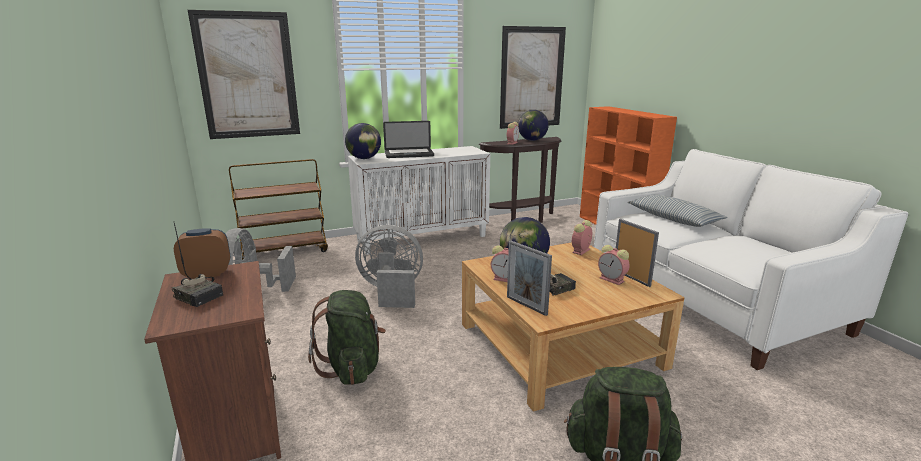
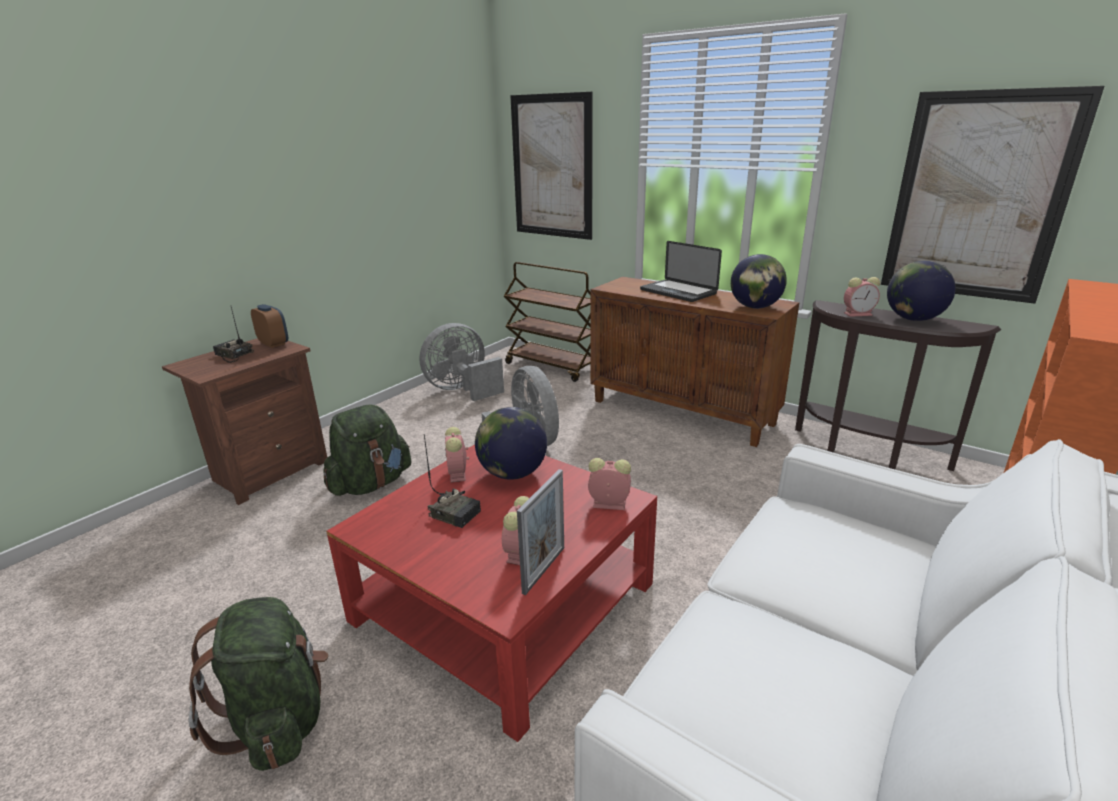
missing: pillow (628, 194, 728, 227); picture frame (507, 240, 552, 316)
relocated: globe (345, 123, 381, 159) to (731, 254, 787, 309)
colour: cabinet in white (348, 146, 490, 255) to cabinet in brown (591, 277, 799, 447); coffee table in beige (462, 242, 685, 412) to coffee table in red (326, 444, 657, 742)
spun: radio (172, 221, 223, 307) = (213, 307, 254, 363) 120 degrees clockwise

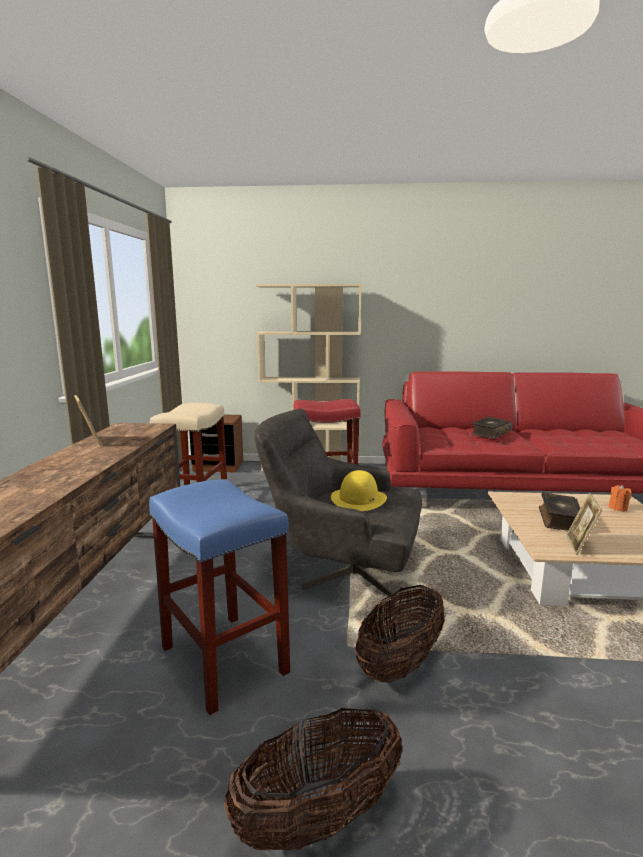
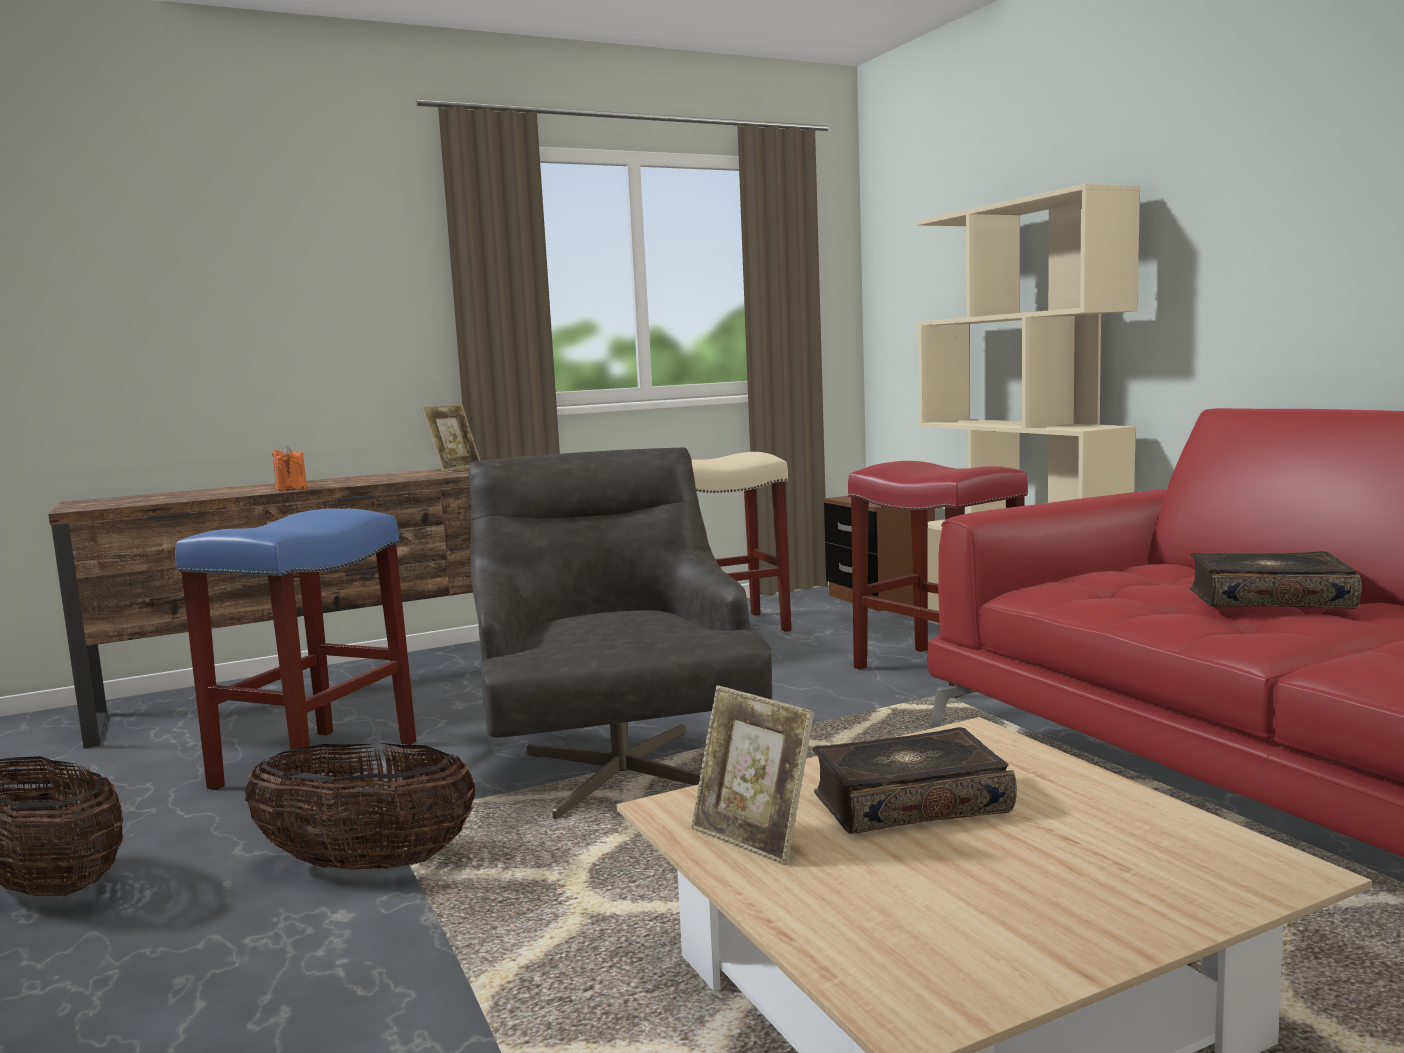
missing: hat in yellow (331, 470, 387, 511)
relocated: candle in orange (609, 485, 632, 511) to (272, 446, 307, 491)
spun: picture frame (566, 493, 603, 555) = (691, 685, 814, 865) 120 degrees counterclockwise

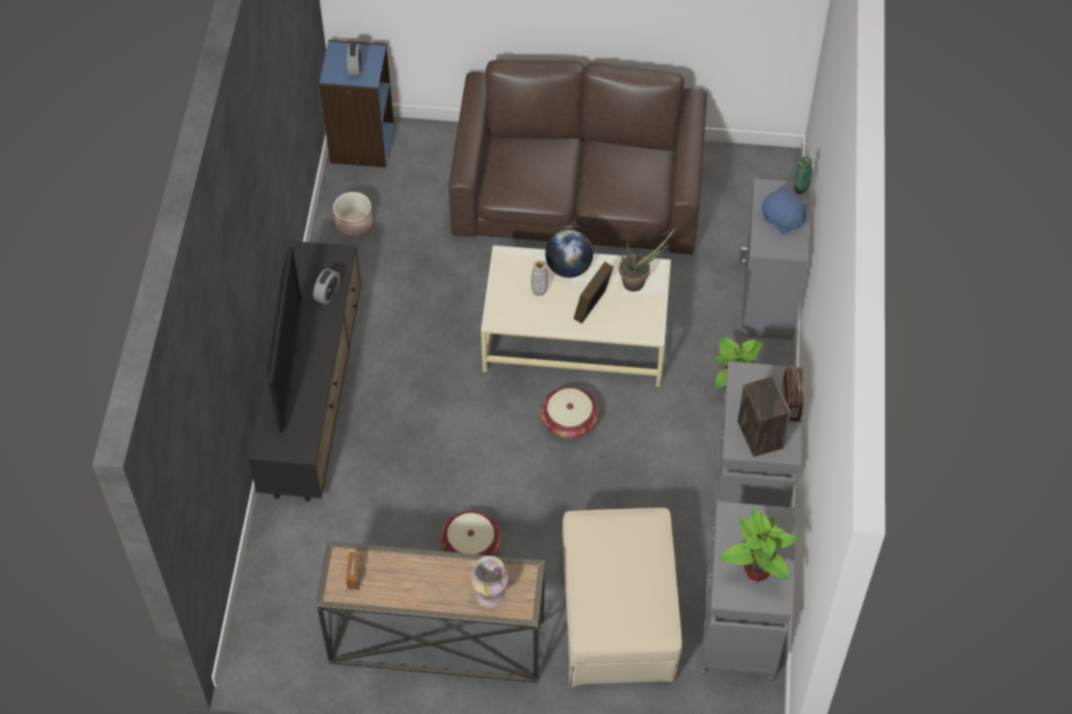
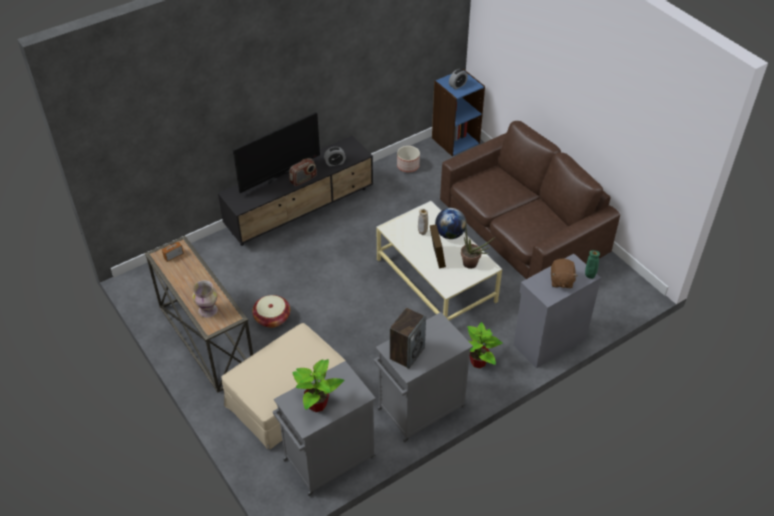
missing: basket (541, 387, 599, 439)
relocated: radio (783, 365, 804, 422) to (289, 158, 317, 186)
colour: plush toy in blue (762, 189, 808, 234) to plush toy in brown (551, 259, 578, 288)
spun: picture frame (573, 262, 613, 324) = (430, 224, 446, 268) 90 degrees clockwise

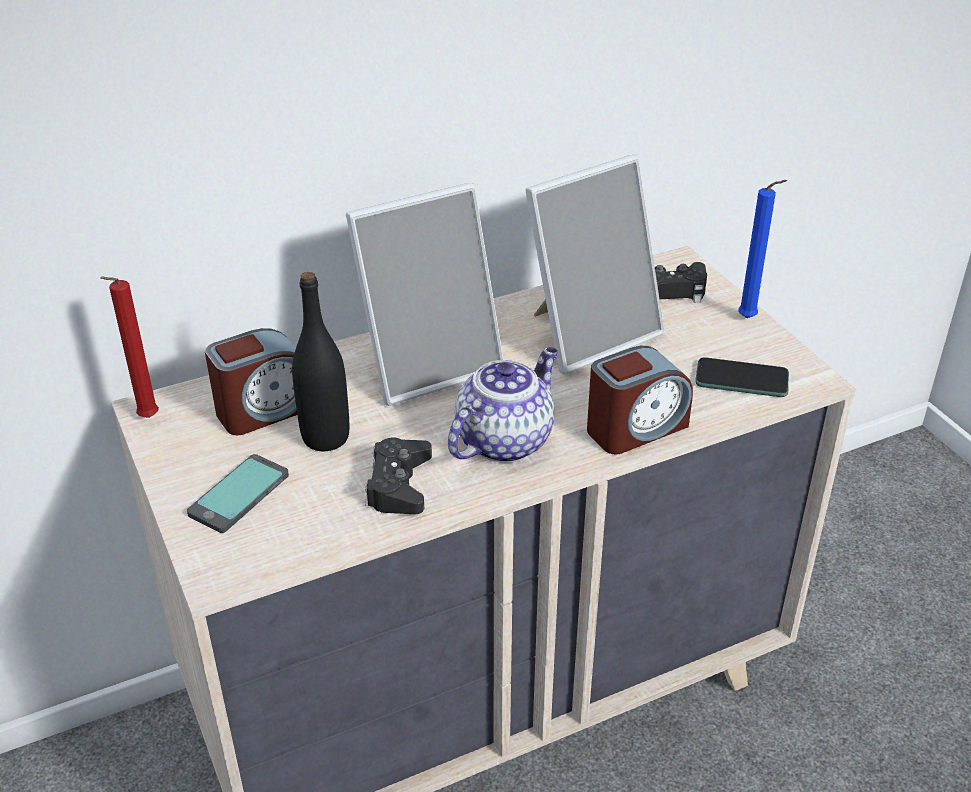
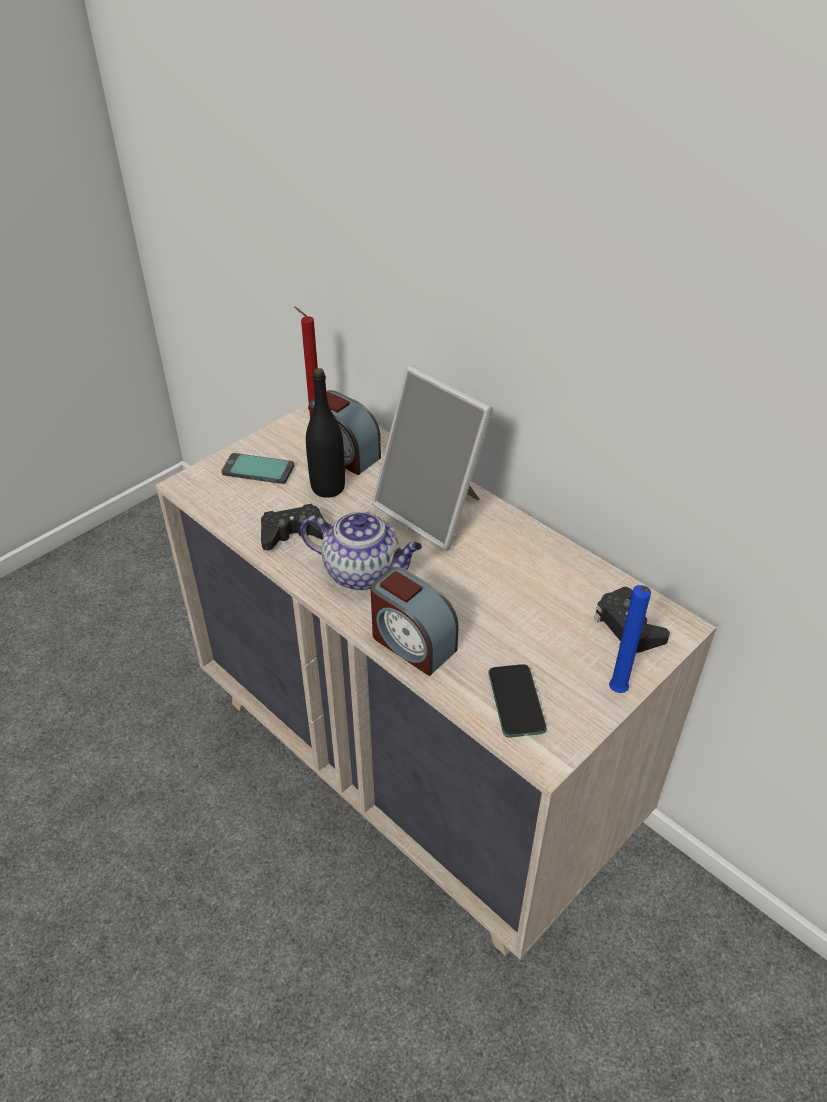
missing: picture frame (525, 155, 664, 375)

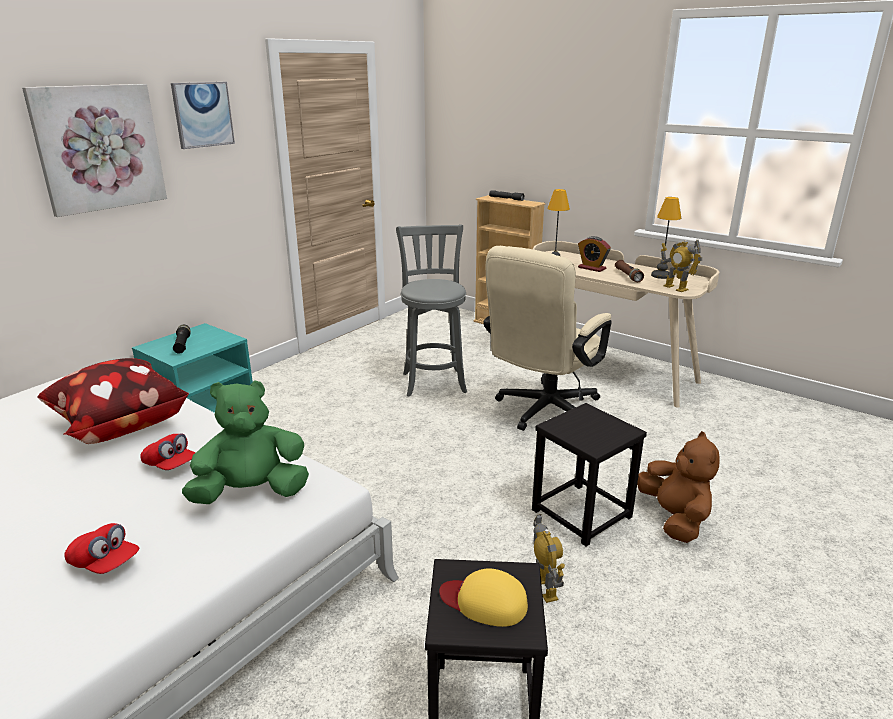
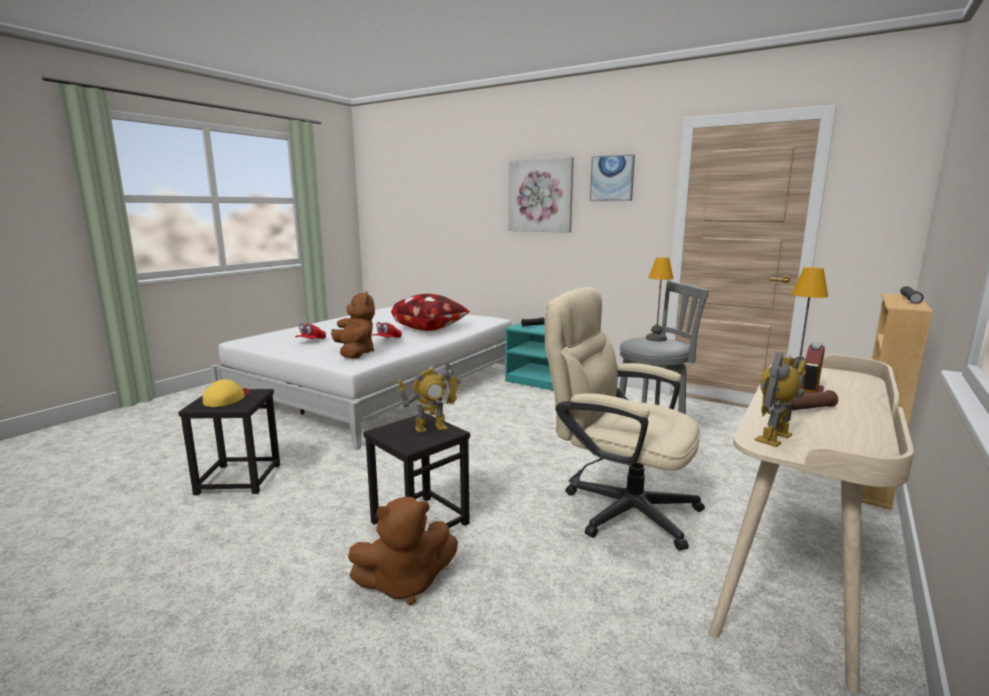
relocated: table lamp (651, 197, 682, 279) to (646, 257, 674, 341); toy robot (533, 514, 565, 603) to (398, 361, 461, 432)
colour: plush toy in green (182, 380, 309, 504) to plush toy in brown (331, 291, 375, 359)

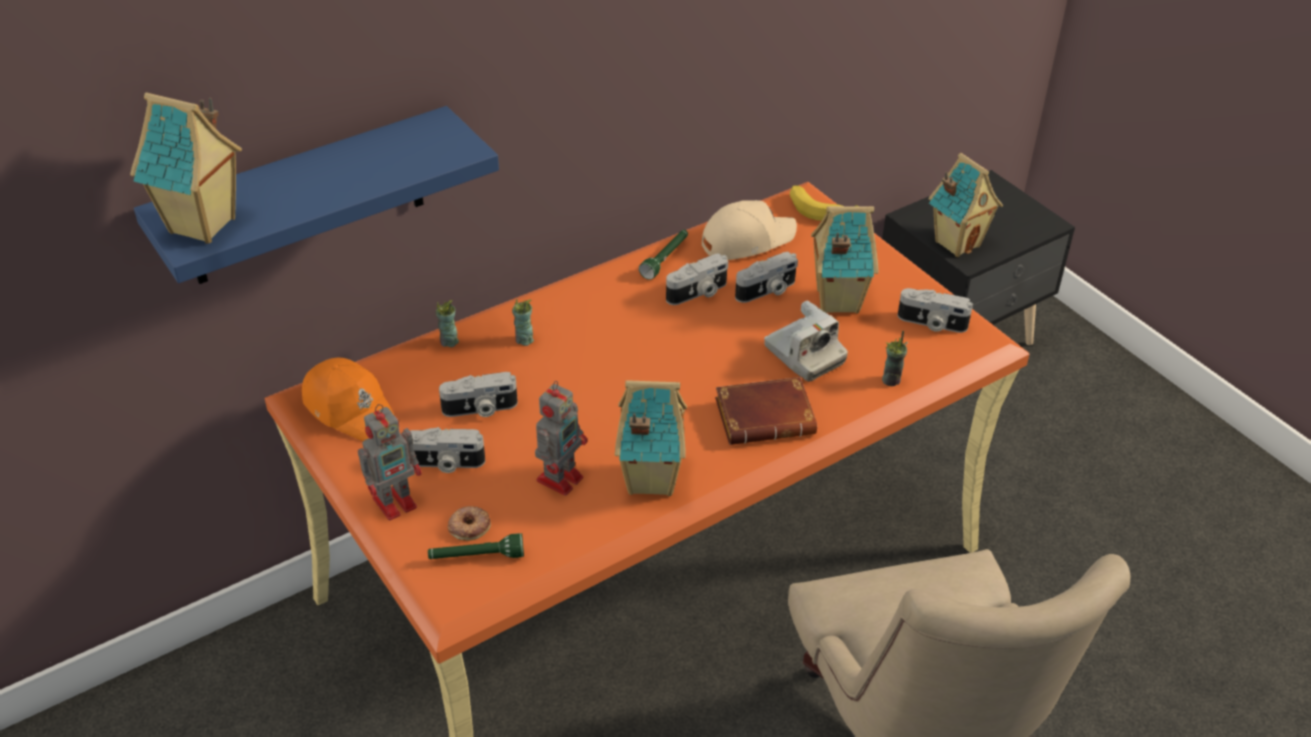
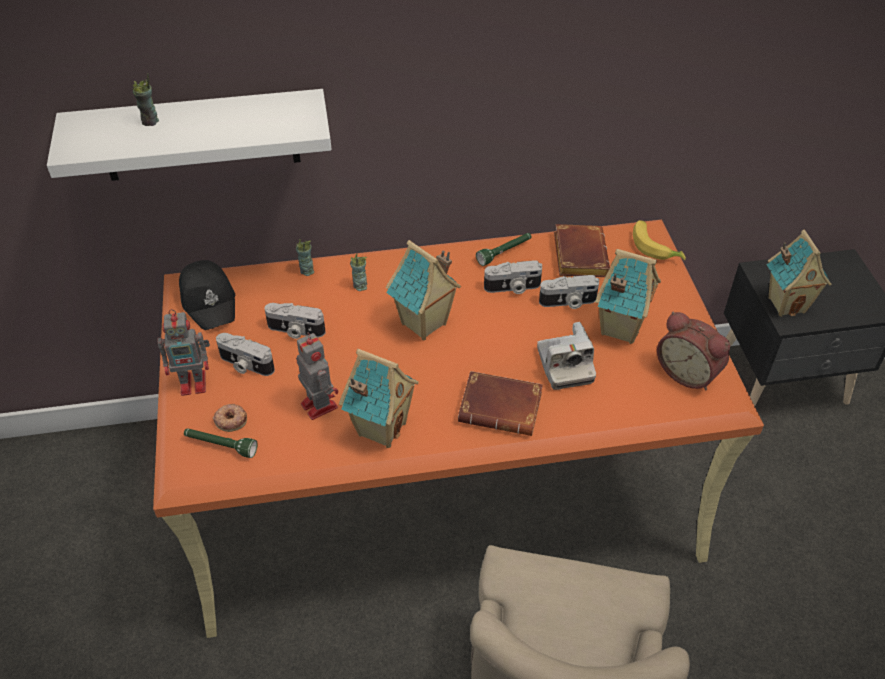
relocated: toy house (130, 92, 242, 244) to (386, 240, 461, 340); cup (882, 331, 908, 386) to (132, 73, 159, 126)
exchanged: cap in beige (702, 200, 797, 260) to book in brown (554, 224, 610, 277); photo camera (897, 288, 973, 333) to alarm clock (657, 312, 730, 390)
colour: shelf in blue (134, 106, 499, 284) to shelf in white (47, 89, 332, 181); cap in orange (302, 358, 395, 441) to cap in black (179, 260, 235, 330)
spun: toy robot (535, 381, 588, 496) = (296, 332, 338, 420) 90 degrees counterclockwise

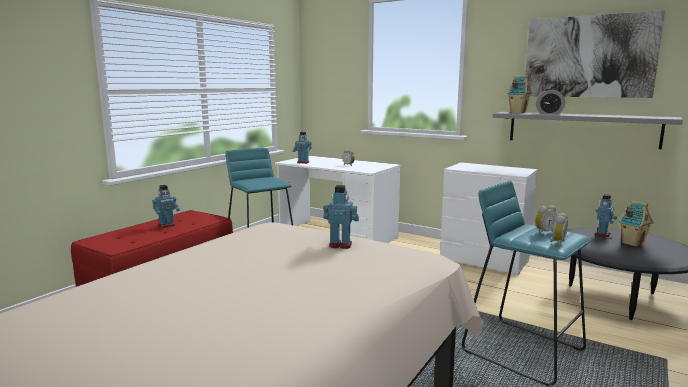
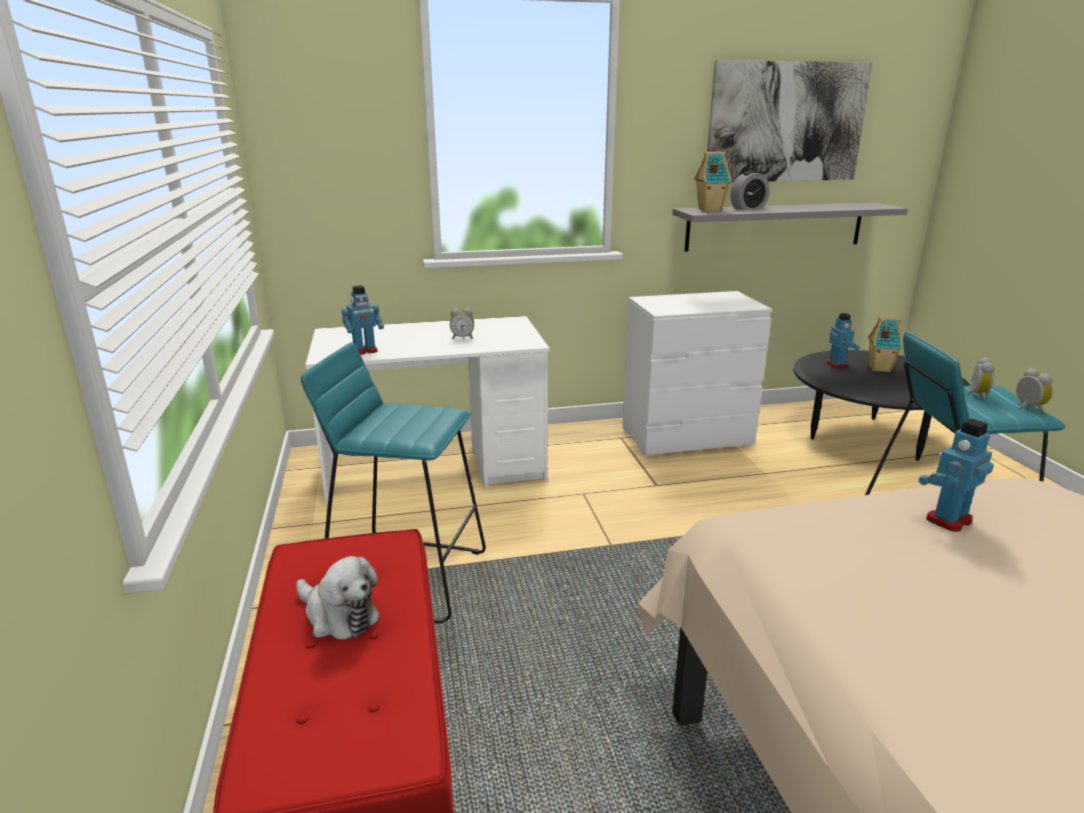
exchanged: toy robot (152, 185, 180, 228) to plush toy (296, 556, 380, 640)

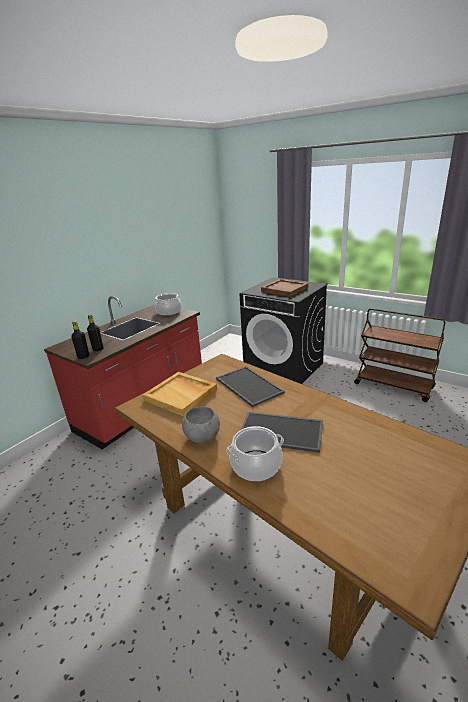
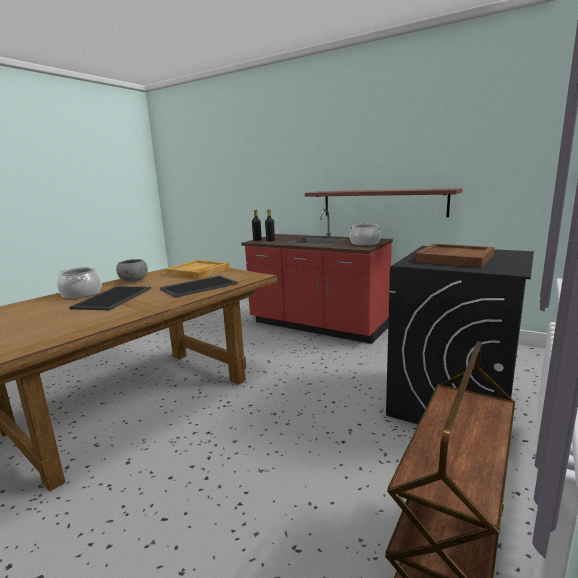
appeared: shelf (305, 188, 462, 217)

